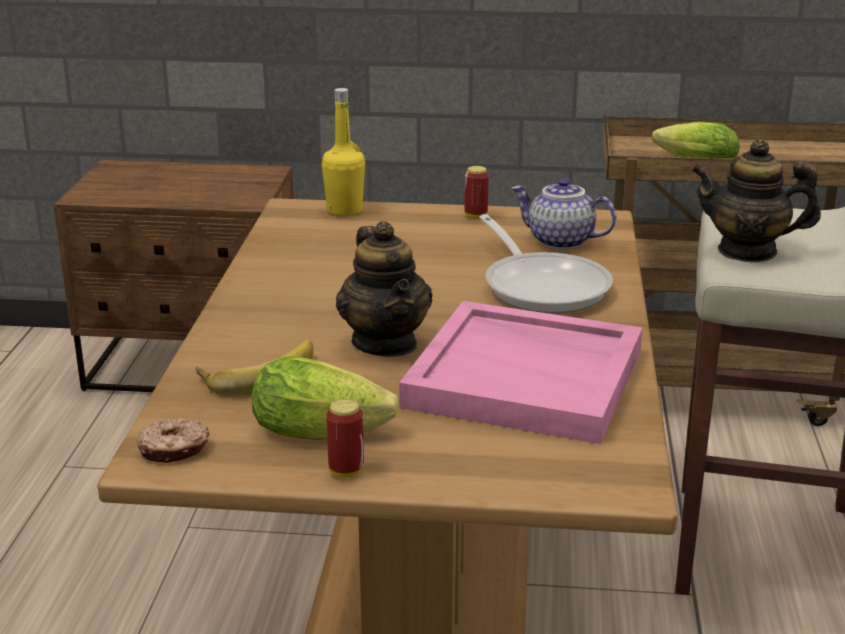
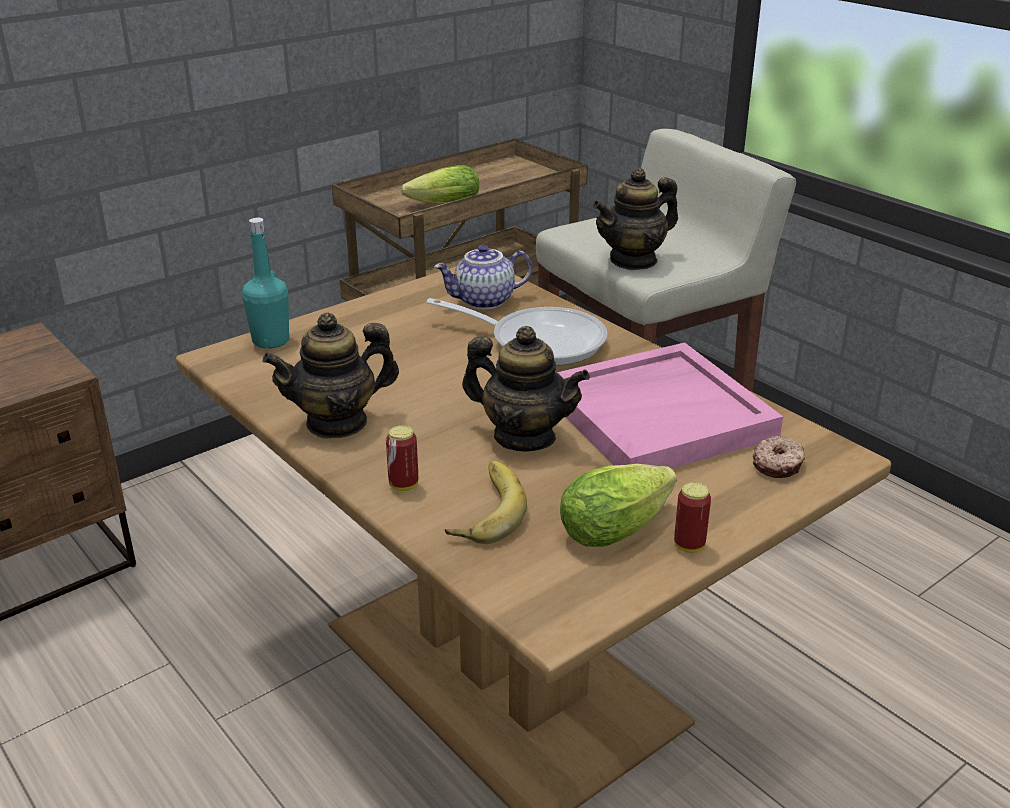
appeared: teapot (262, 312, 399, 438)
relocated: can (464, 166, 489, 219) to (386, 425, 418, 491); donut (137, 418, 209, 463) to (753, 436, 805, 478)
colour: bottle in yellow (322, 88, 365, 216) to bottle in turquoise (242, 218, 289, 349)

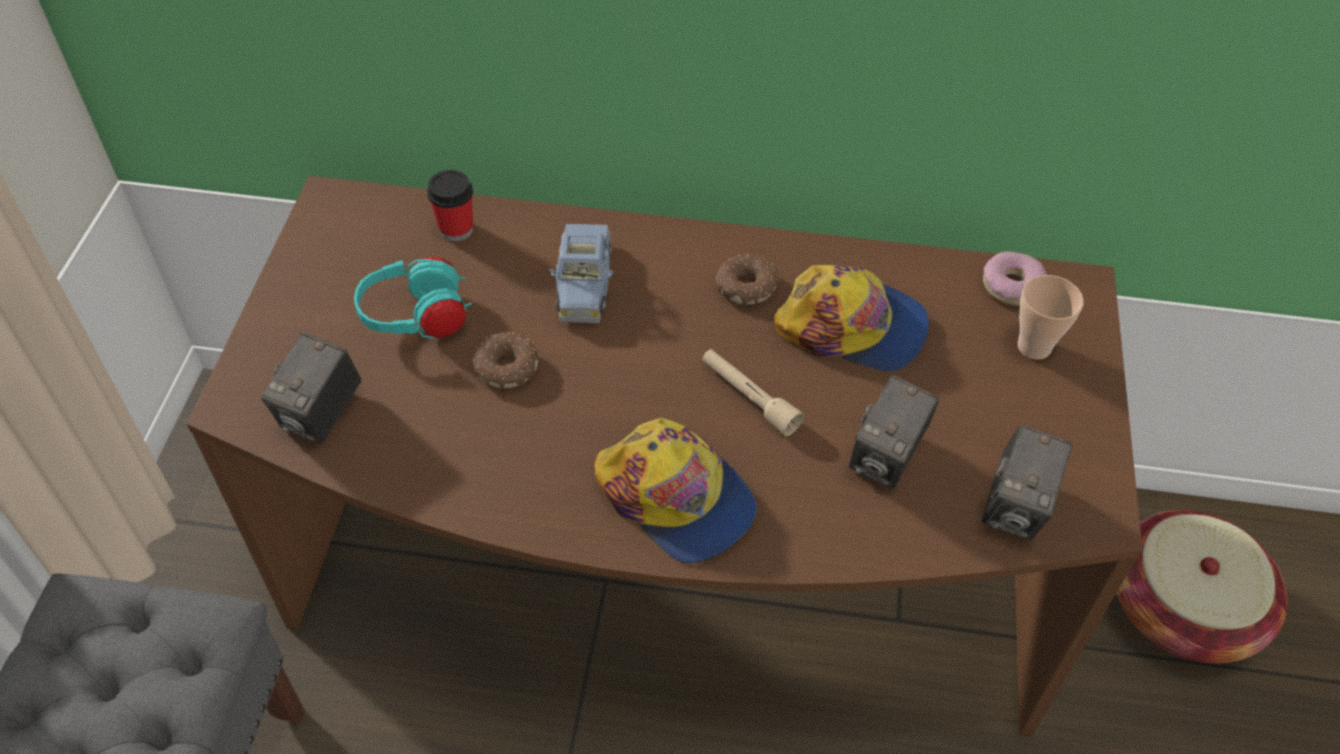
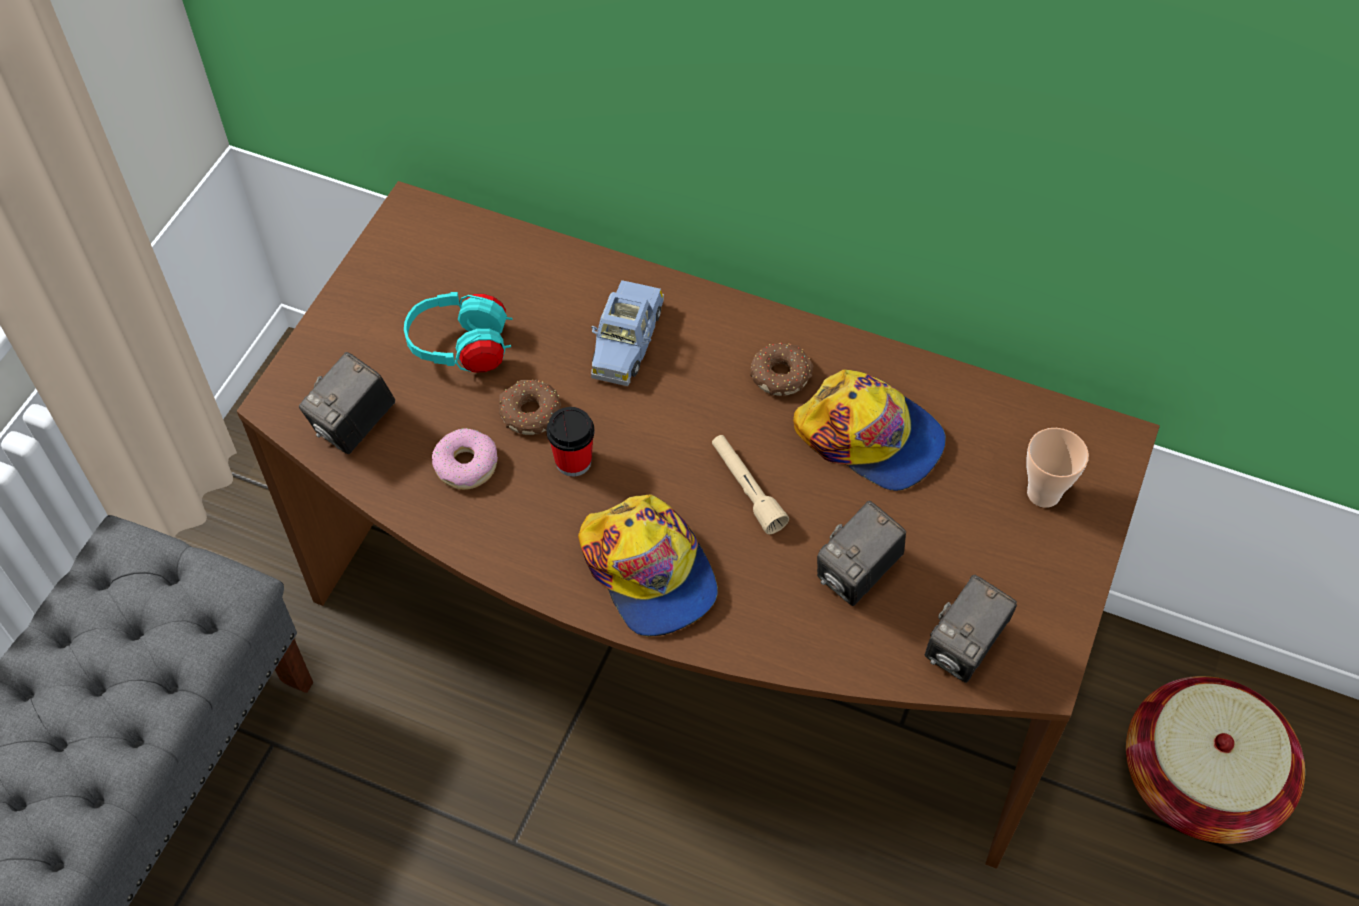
relocated: cup (427, 170, 473, 241) to (547, 407, 595, 477); donut (983, 251, 1047, 306) to (432, 428, 498, 490)

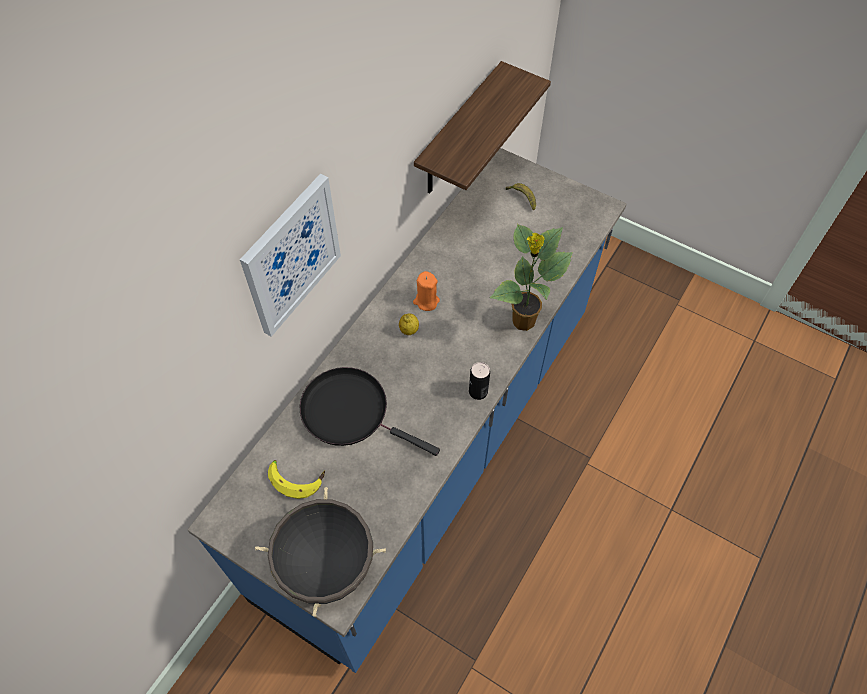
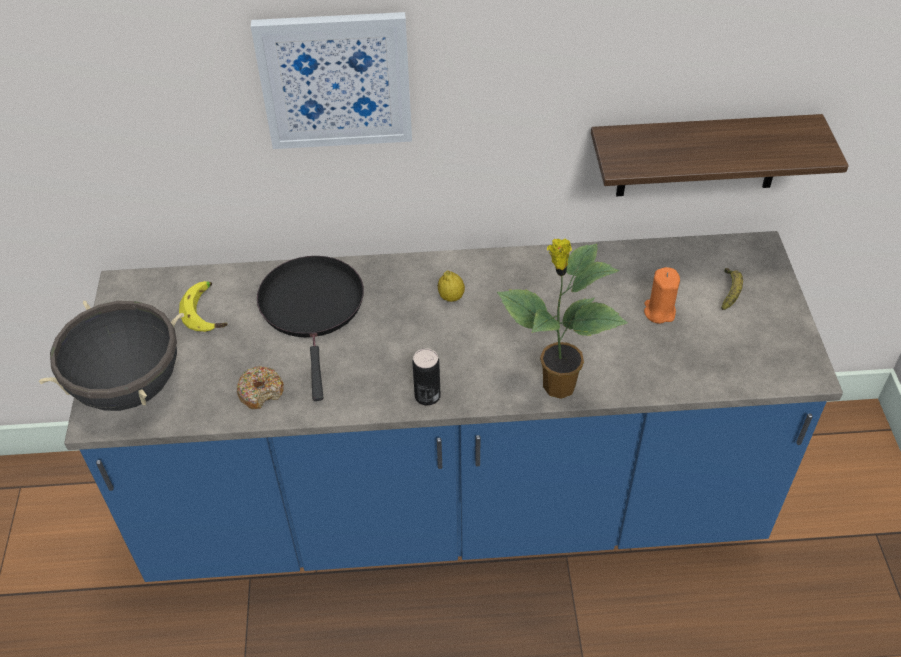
appeared: donut (237, 366, 284, 409)
relocated: candle in orange (413, 271, 440, 311) to (644, 267, 680, 324)

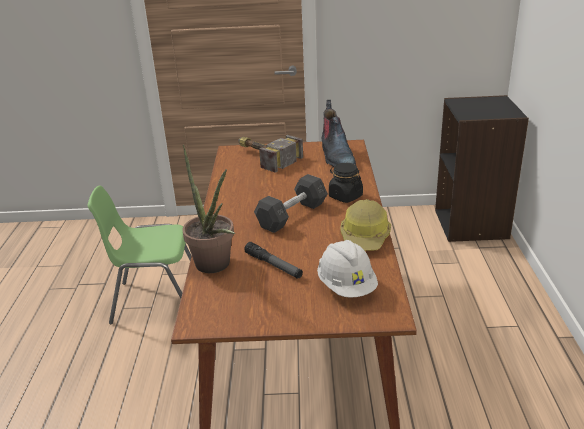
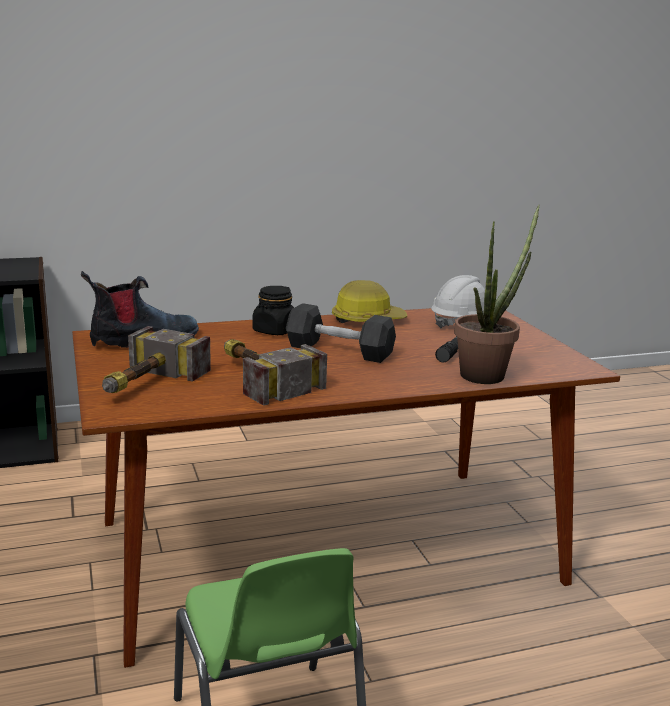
appeared: hammer (224, 339, 327, 406)

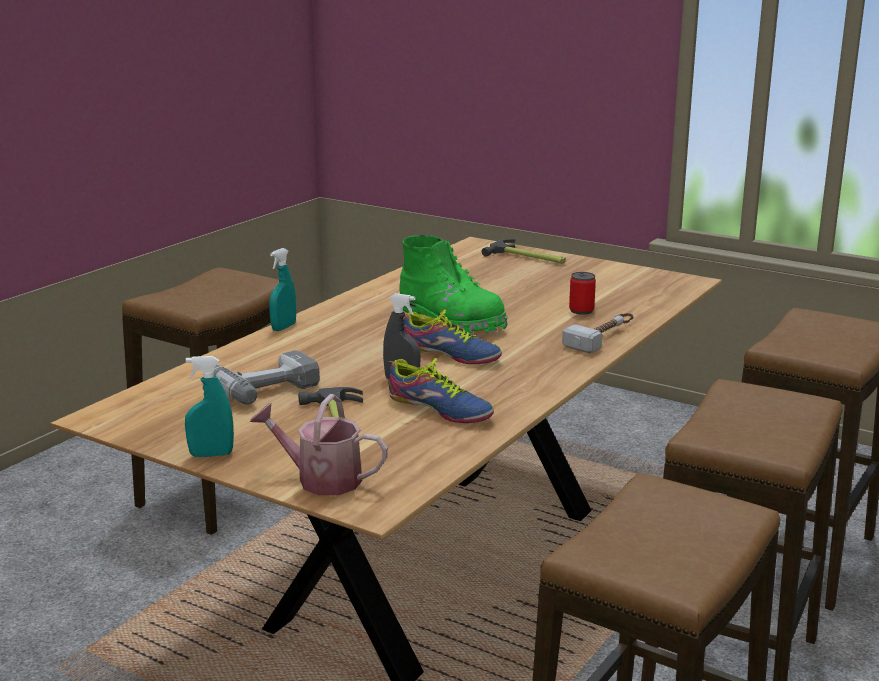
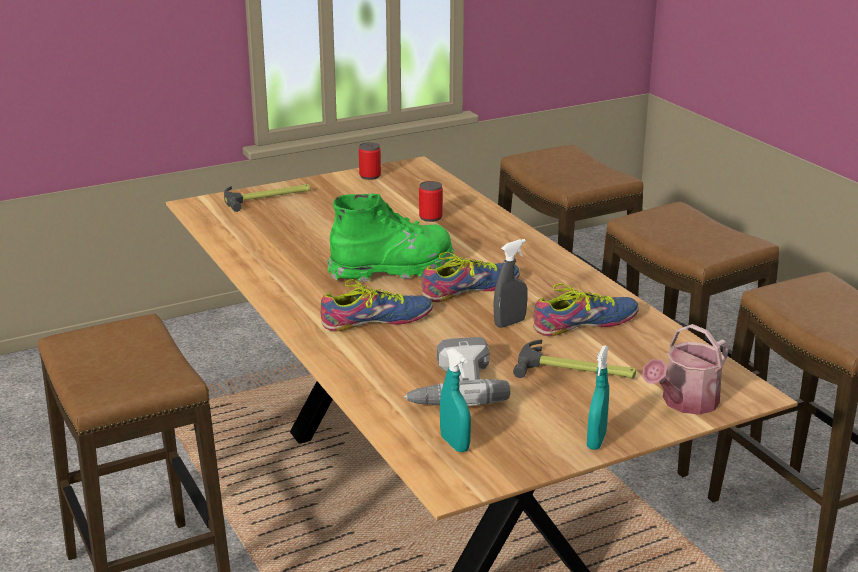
missing: hammer (562, 313, 634, 353)
appeared: can (359, 142, 381, 180); shoe (320, 279, 433, 331)
relocated: spray bottle in turquoise (269, 248, 296, 331) to (440, 348, 471, 452)

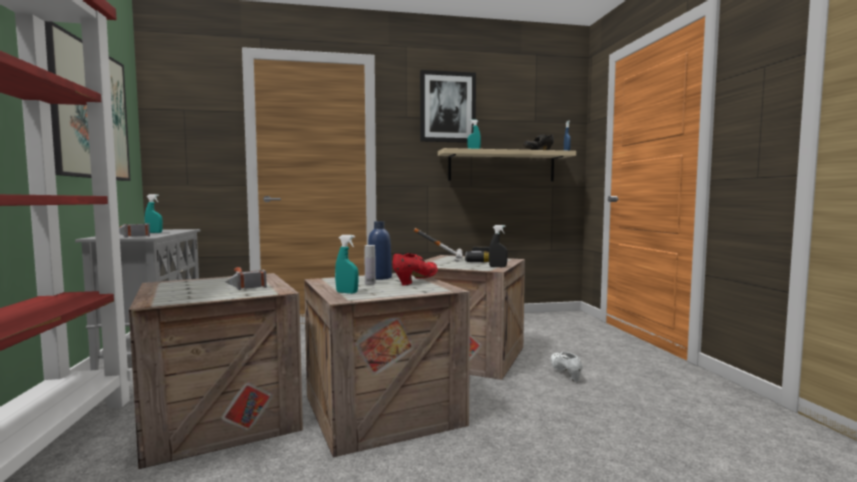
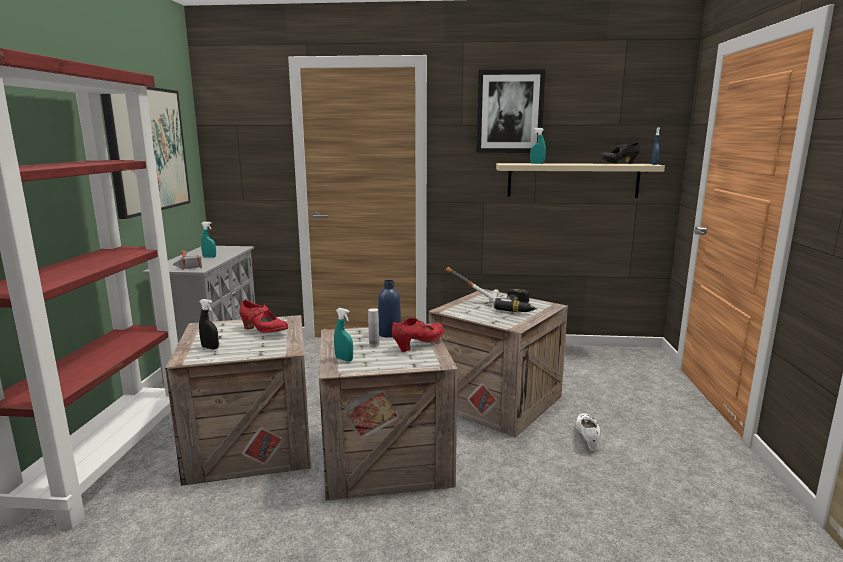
relocated: spray bottle in black (489, 225, 508, 267) to (199, 299, 219, 350)
exchanged: hammer (225, 267, 267, 290) to shoe in red (239, 300, 288, 332)

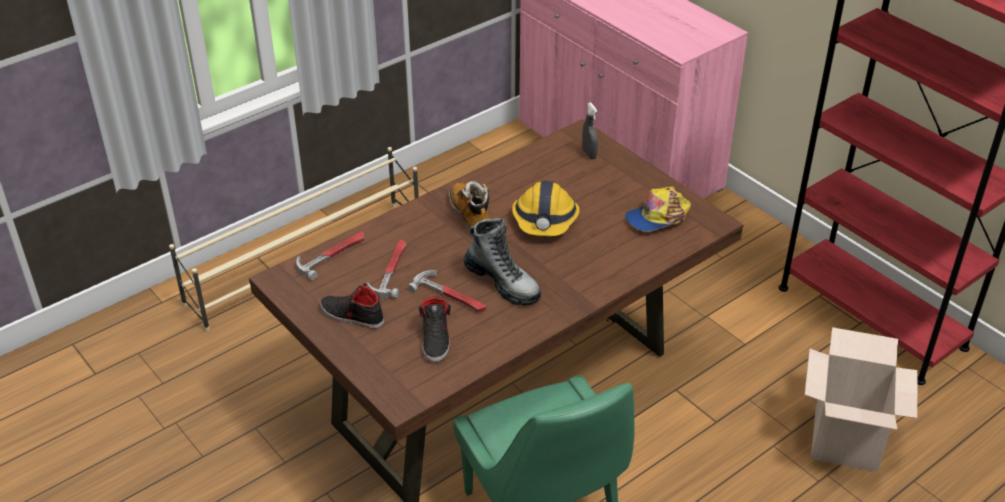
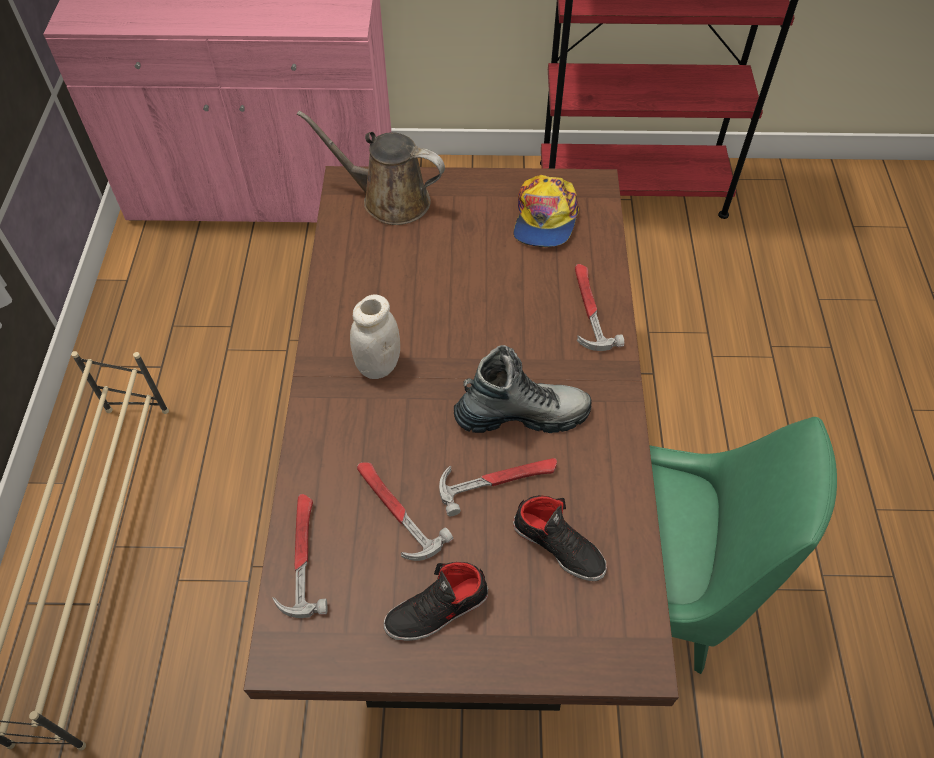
missing: hard hat (512, 181, 580, 236); cardboard box (805, 327, 918, 472)
appeared: hammer (575, 264, 624, 351)
exchanged: spray bottle in grey (582, 102, 598, 159) to watering can in brown (297, 111, 445, 225); boot (449, 181, 490, 232) to jar in white (350, 294, 400, 379)

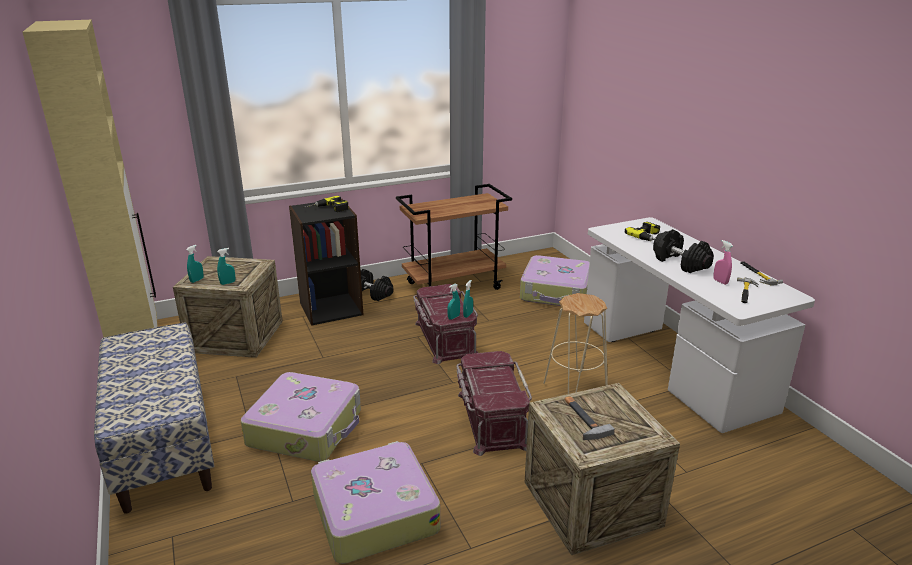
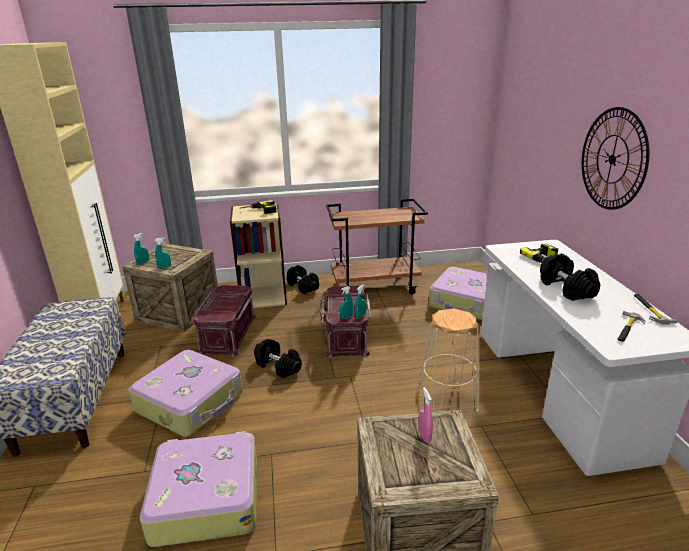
missing: hammer (565, 396, 615, 440)
appeared: wall clock (582, 107, 649, 210); dumbbell in black (254, 339, 302, 378)
relocated: spray bottle in pink (713, 240, 733, 285) to (418, 387, 433, 443); storage box in red (456, 351, 532, 456) to (191, 285, 257, 357)
colour: bookcase in black (289, 199, 363, 326) to bookcase in beige (230, 203, 287, 308)

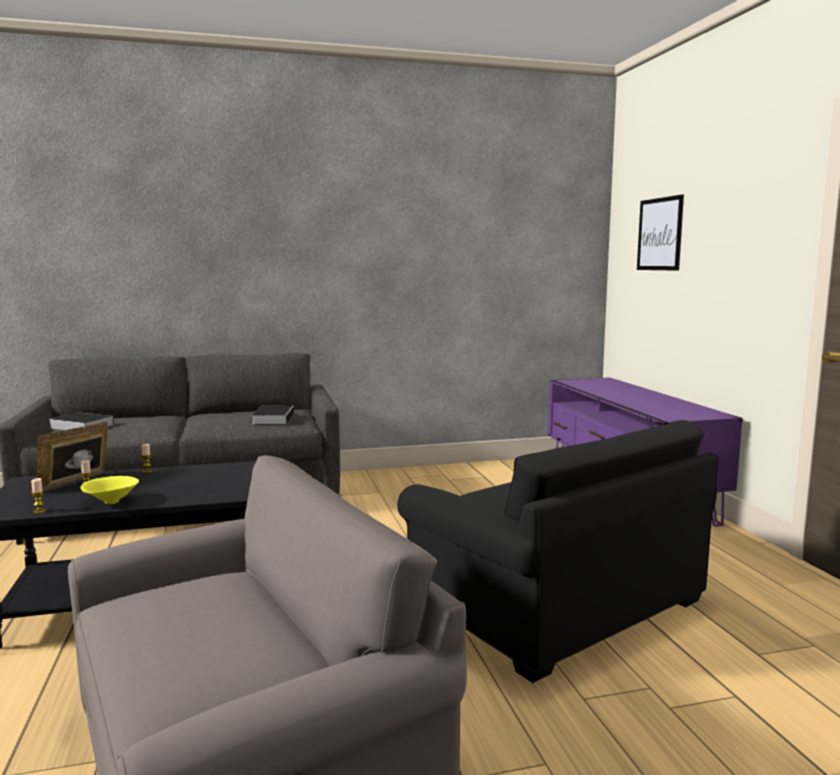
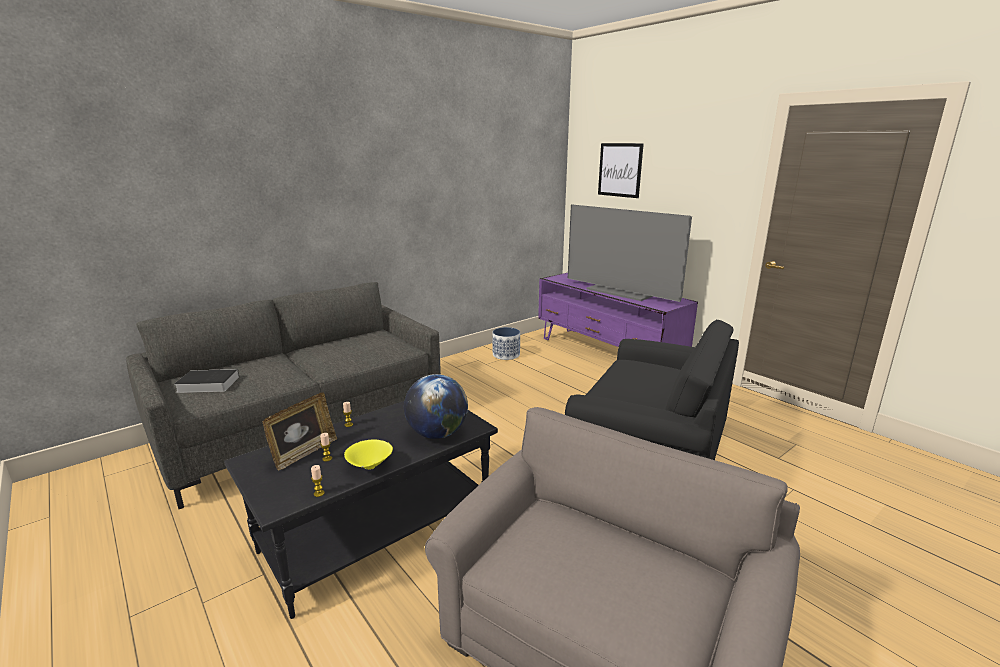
missing: book (252, 406, 294, 424)
appeared: television (568, 204, 692, 302); planter (493, 327, 520, 360); globe (404, 374, 468, 439)
spun: picture frame (36, 422, 108, 490) = (262, 392, 337, 471) 150 degrees counterclockwise

